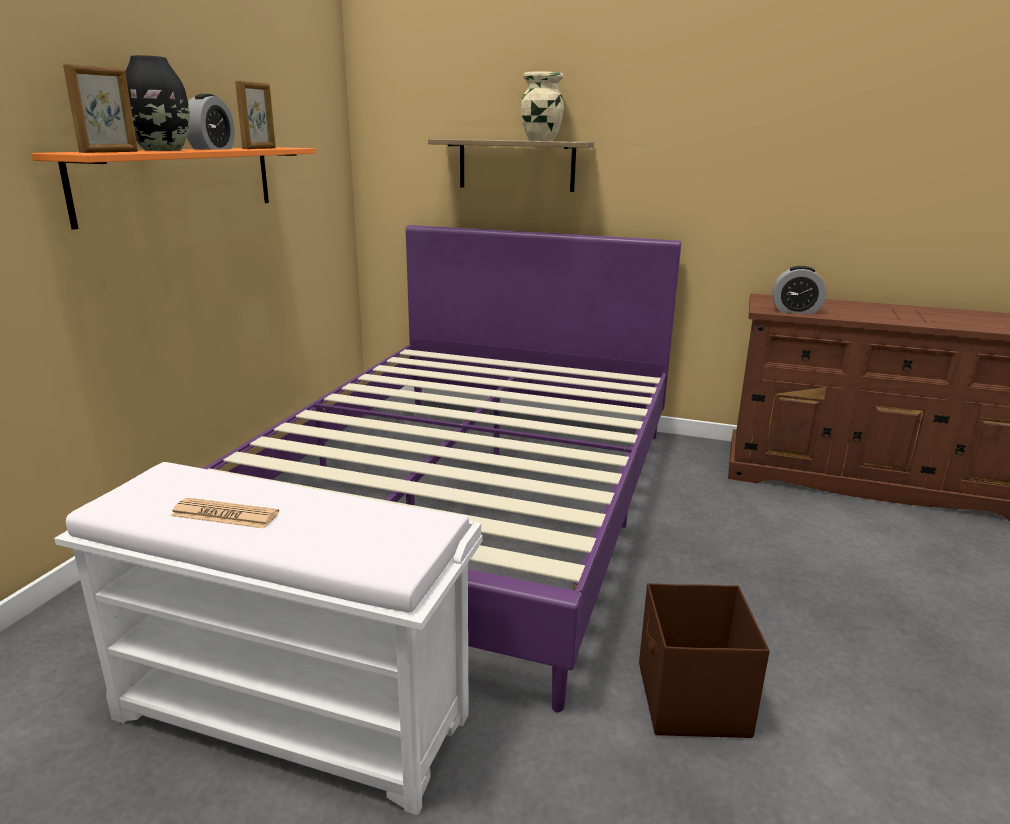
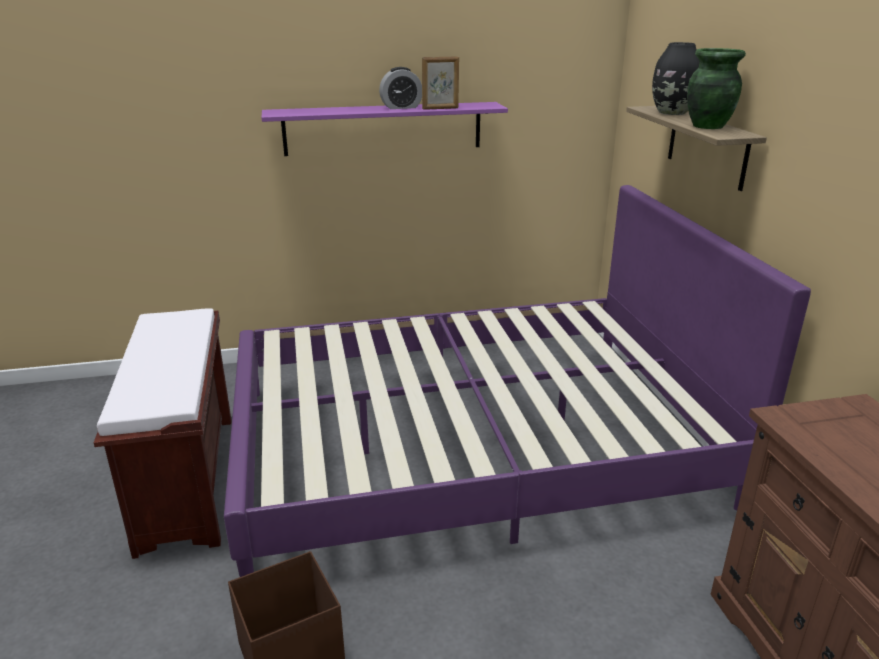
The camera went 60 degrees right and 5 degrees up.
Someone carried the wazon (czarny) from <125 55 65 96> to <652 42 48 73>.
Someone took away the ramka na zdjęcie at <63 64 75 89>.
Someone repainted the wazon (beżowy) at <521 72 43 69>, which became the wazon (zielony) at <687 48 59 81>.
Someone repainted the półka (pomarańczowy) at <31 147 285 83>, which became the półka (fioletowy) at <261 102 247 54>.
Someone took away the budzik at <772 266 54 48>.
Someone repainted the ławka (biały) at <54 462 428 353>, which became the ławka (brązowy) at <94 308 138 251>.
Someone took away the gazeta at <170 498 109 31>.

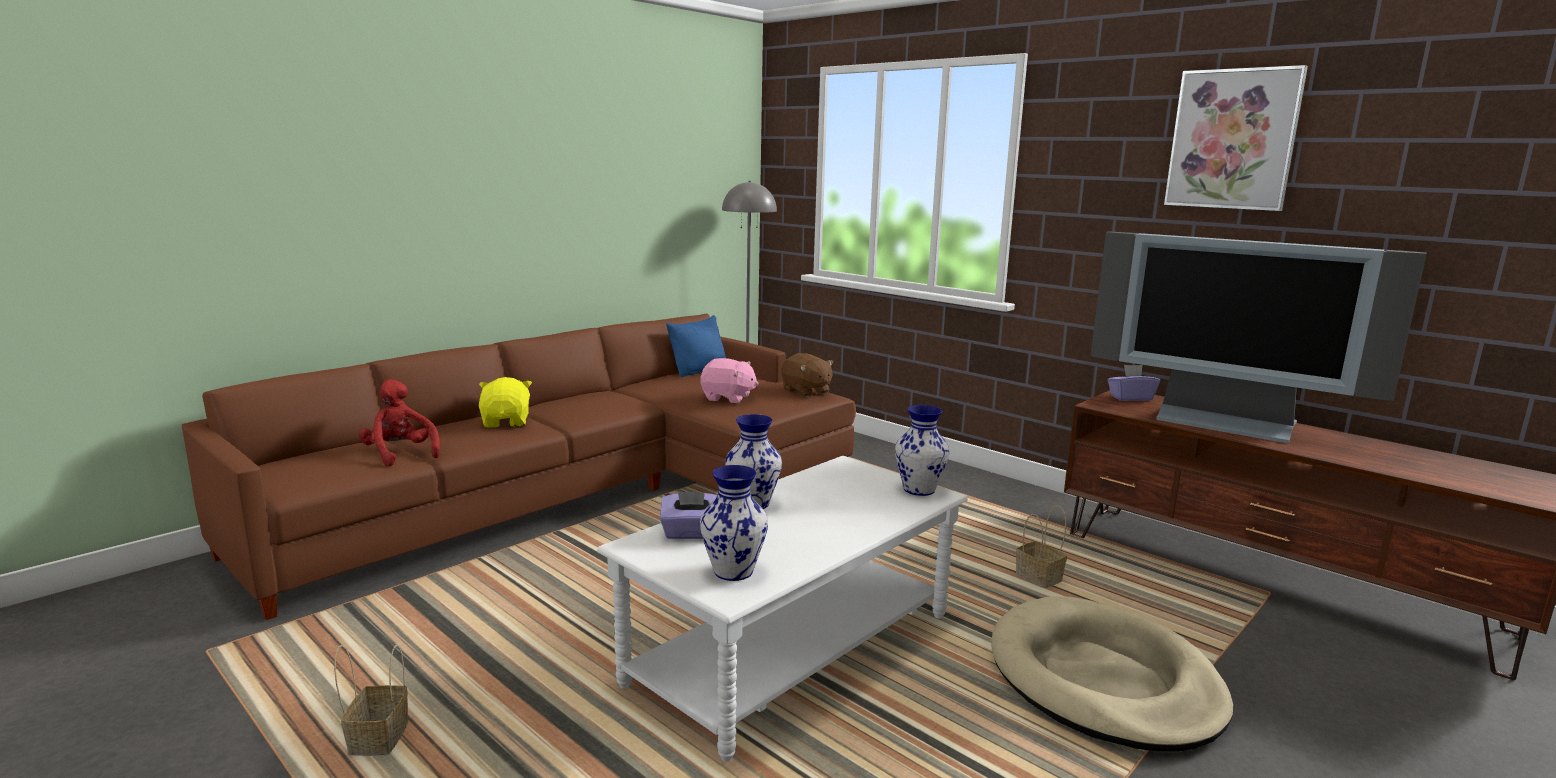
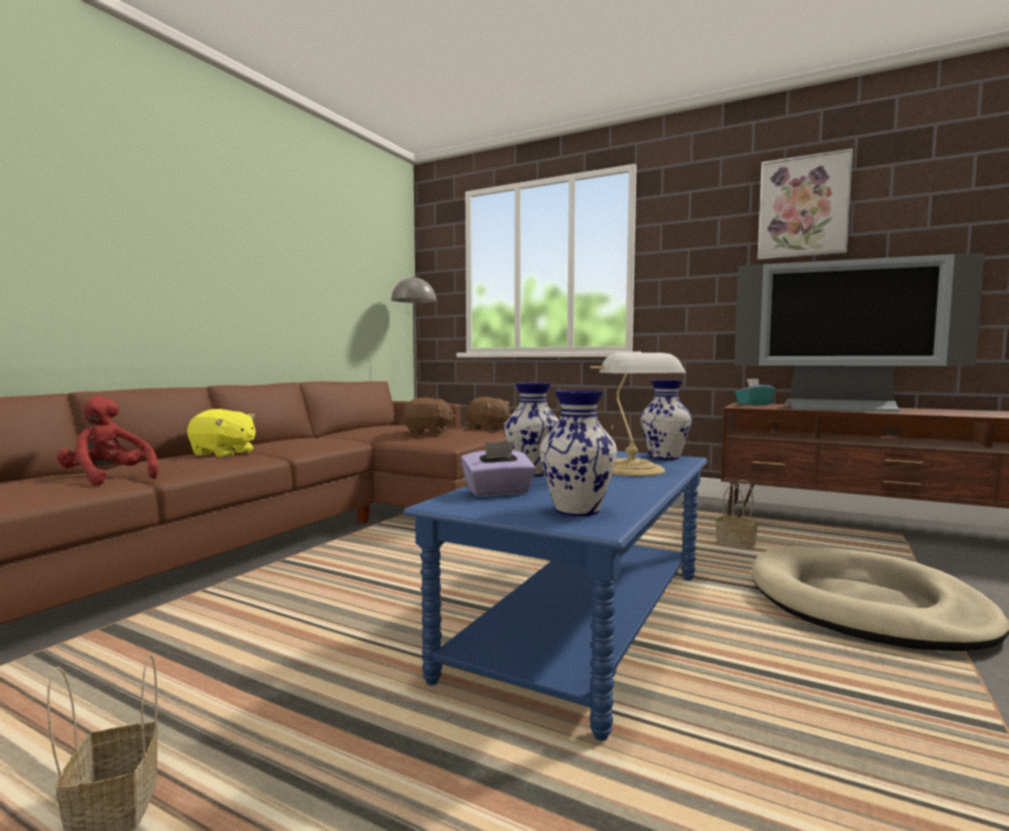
The camera went 15 degrees left and 10 degrees down.
Someone took away the poduszka (niebieski) at <666 315 60 62>.
Someone repainted the pluszak (różowy) at <700 358 59 45>, which became the pluszak (brązowy) at <403 398 53 37>.
Someone repainted the pudełko chusteczek (fioletowy) at <1108 365 52 36>, which became the pudełko chusteczek (turkusowy) at <735 378 40 27>.
Someone rotated the pluszak (żółty) at <479 377 53 50> by 135 degrees clockwise.
Someone repainted the ława (biały) at <597 456 371 306>, which became the ława (niebieski) at <403 451 305 290>.
Someone put down the lampa stołowa at <590 353 96 123>.

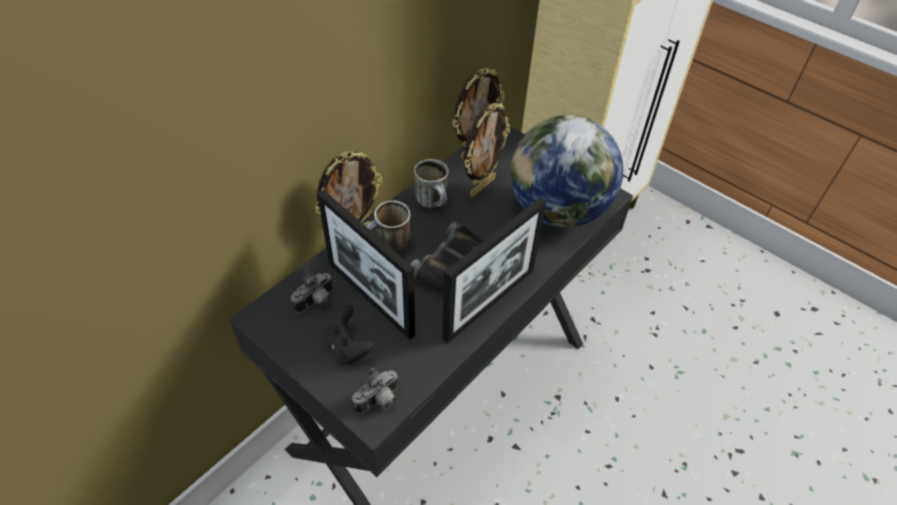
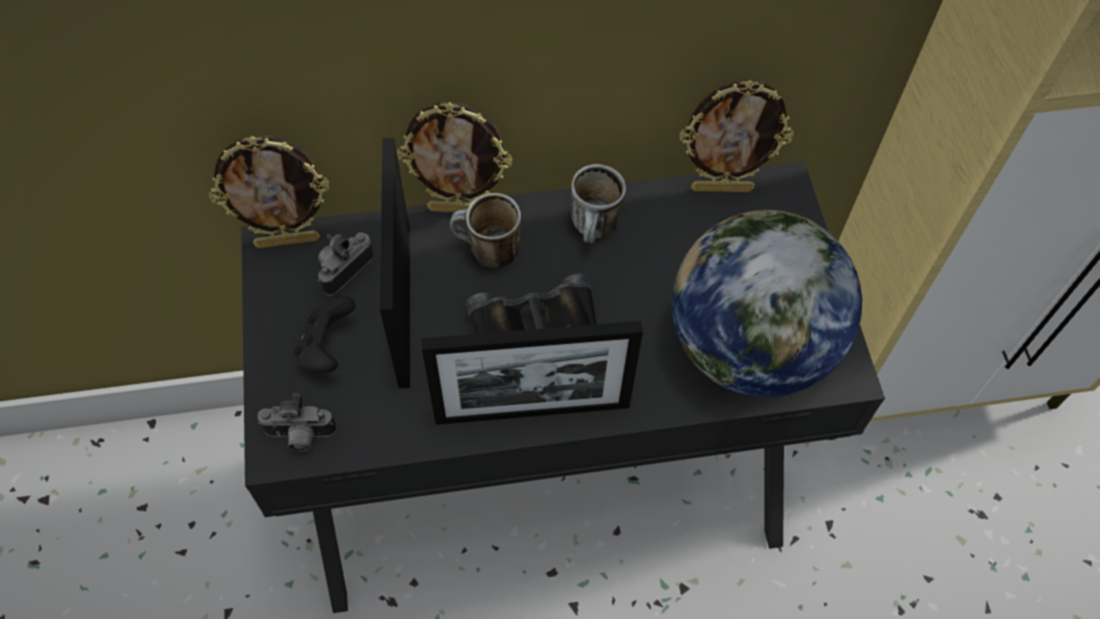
The camera went 40 degrees right and 10 degrees up.
Someone carried the ramka na zdjęcie from <464 103 46 94> to <209 135 120 113>.
Someone rotated the aparat fotograficzny at <291 269 42 44> by 135 degrees clockwise.

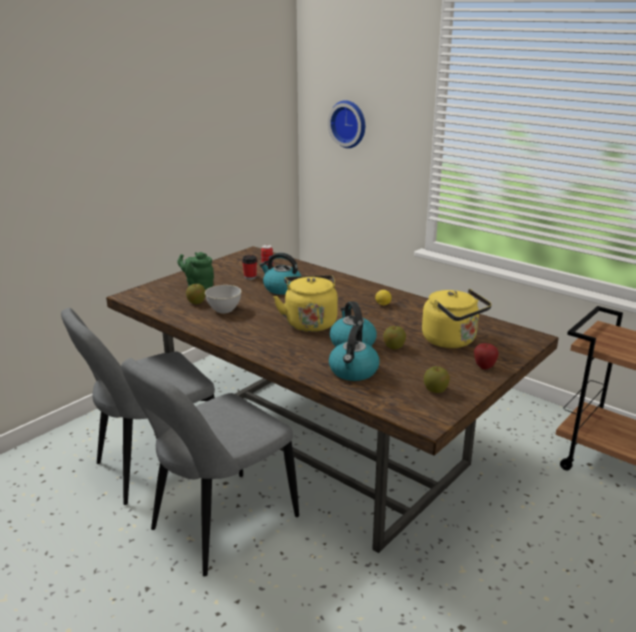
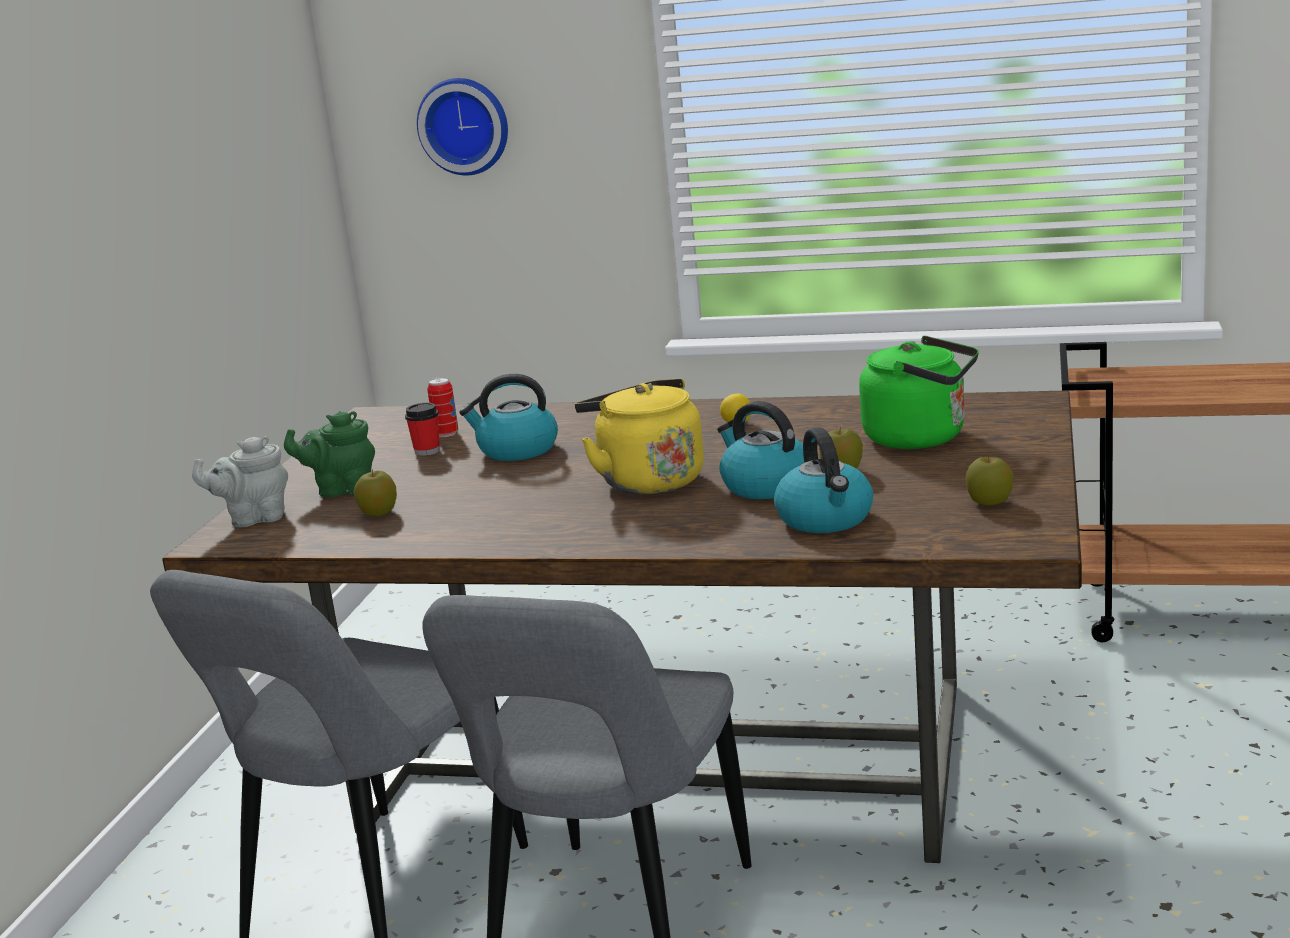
The camera went 25 degrees left and 5 degrees down.
Someone took away the miska (szary) at <205 285 36 28>.
Someone repainted the czajnik (żółty) at <422 289 70 59>, which became the czajnik (zielony) at <859 336 120 113>.
Someone took away the jabłko at <474 343 25 26>.
Someone put down the imbryk (szary) at <192 436 96 91>.

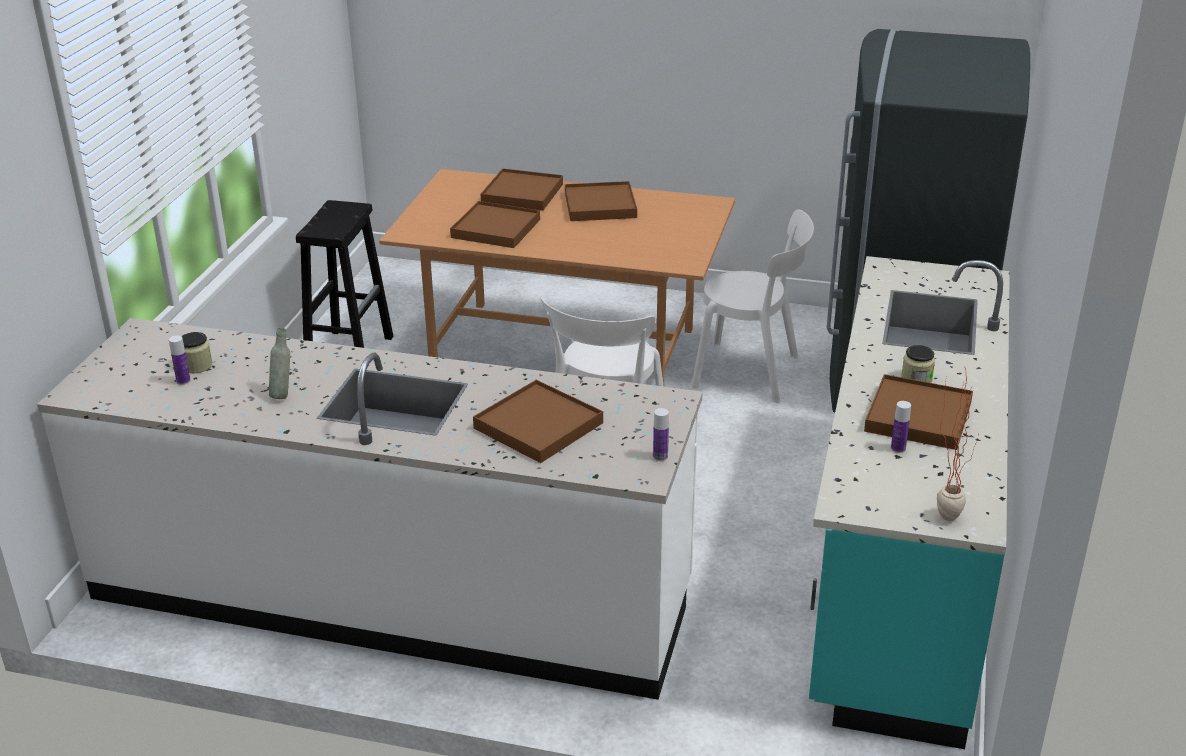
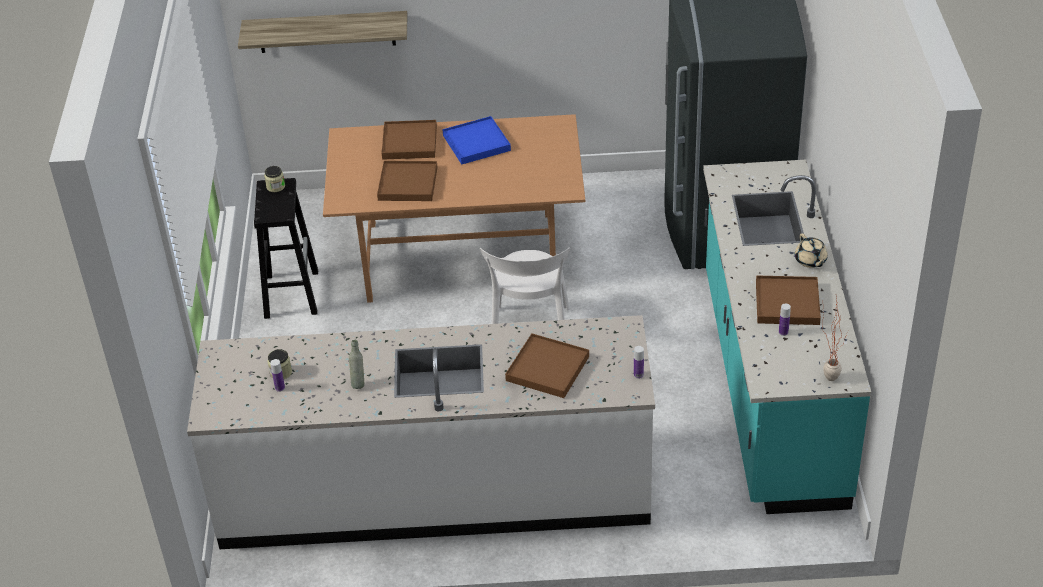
The camera went 15 degrees left and 10 degrees up.
Someone repainted the taca (brązowy) at <565 181 72 40>, which became the taca (niebieski) at <442 116 69 49>.
Someone took away the krzesło (biały) at <691 209 123 194>.
Someone carried the słoik from <901 345 34 38> to <264 166 21 26>.
Someone put up the półka at <238 11 170 42>.
Someone put down the imbryk (beżowy) at <795 233 33 35>.

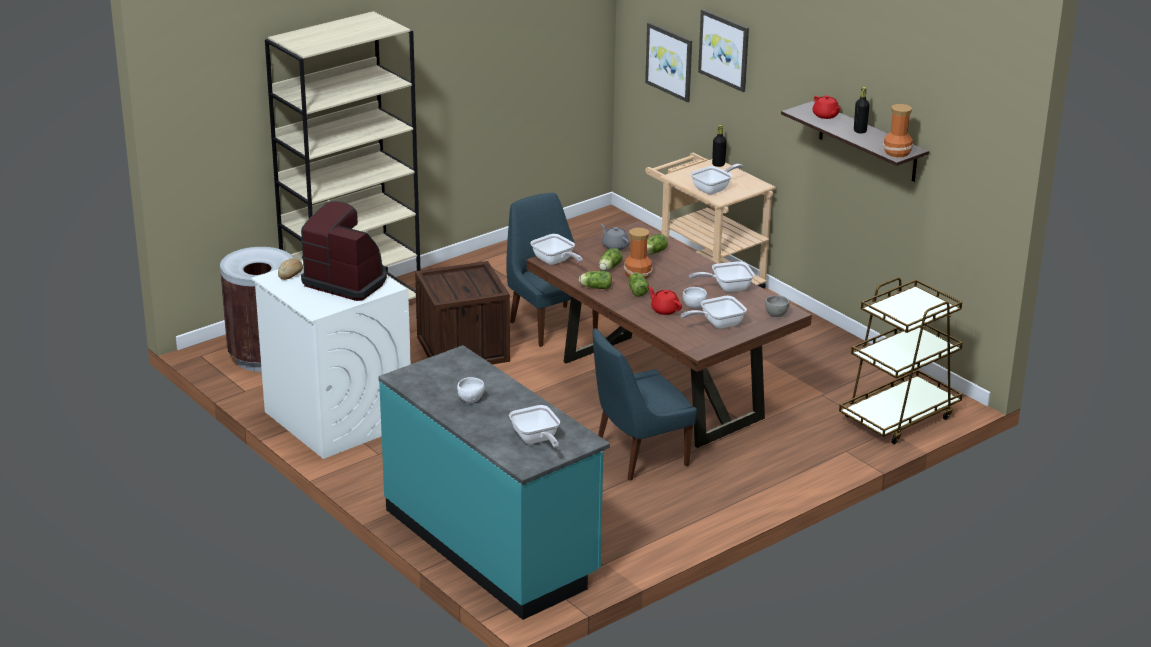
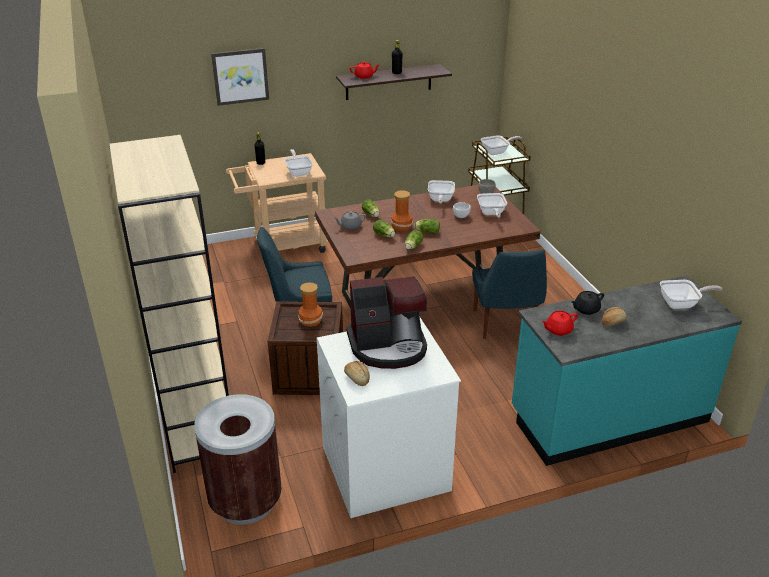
The camera went 70 degrees left and 5 degrees up.
Someone took away the obraz at <645 22 47 80>.
Someone carried the wazon from <883 104 30 53> to <298 282 25 45>.
Someone rotated the ekspres do kawy at <301 201 86 100> by 150 degrees counterclockwise.
Someone carried the patelnia from <530 234 52 31> to <481 135 41 20>.
Someone carried the imbryk (czerwony) from <648 286 34 29> to <542 311 36 25>.
Someone swapped the miska (biały) at <457 377 28 26> for the chleb at <602 307 25 19>.
Someone put down the imbryk (czarny) at <571 291 33 24>.

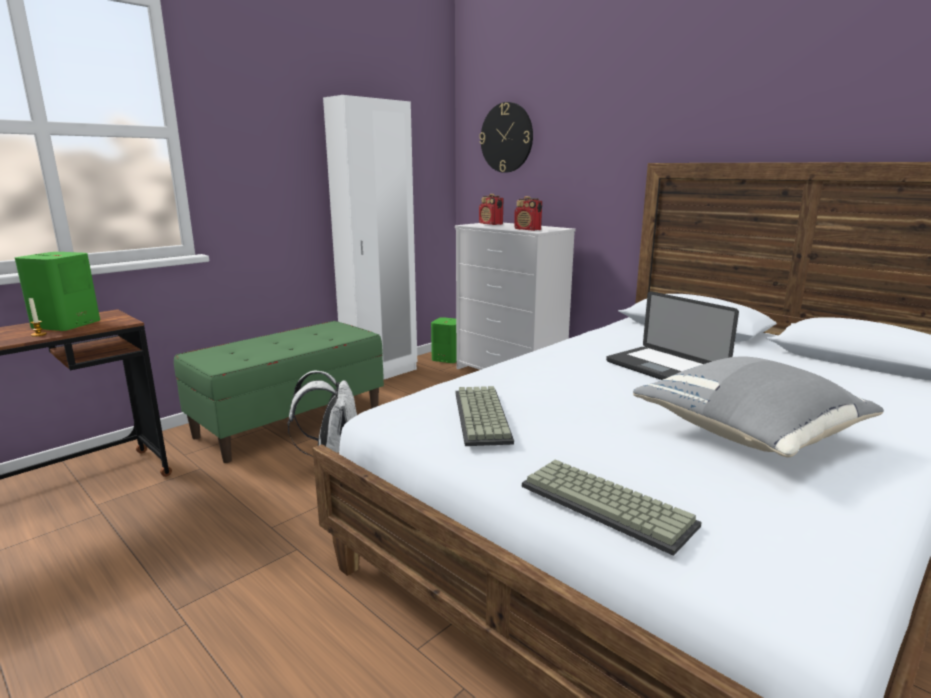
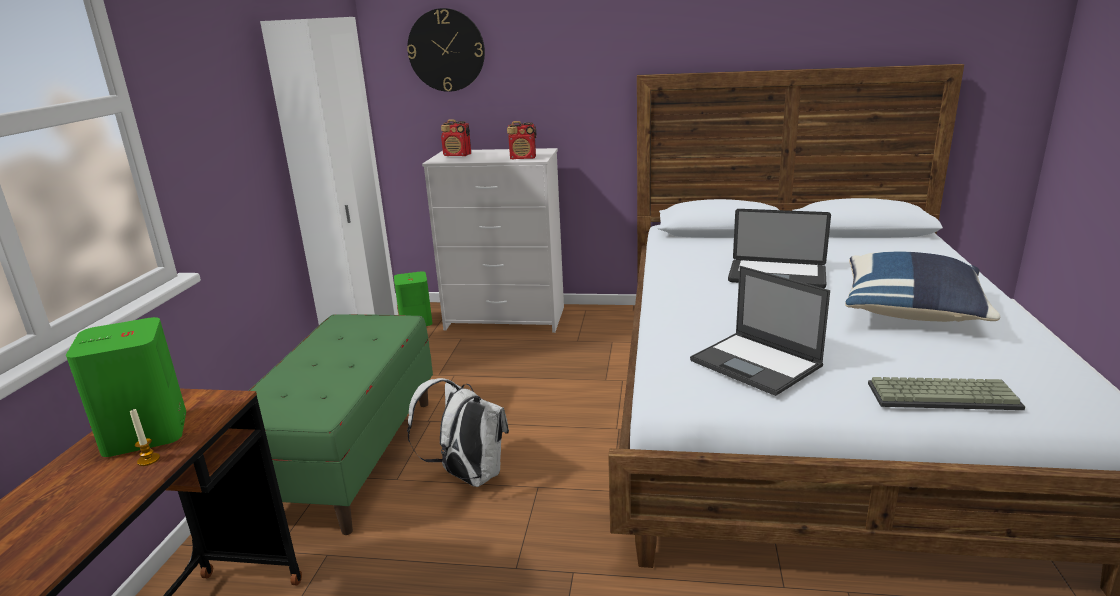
The camera went 35 degrees left and 5 degrees up.
Someone repainted the poduszka (szary) at <633 356 251 101>, which became the poduszka (niebieski) at <845 252 155 70>.
Someone swapped the klawiatura at <456 386 58 60> for the laptop at <690 266 140 130>.

